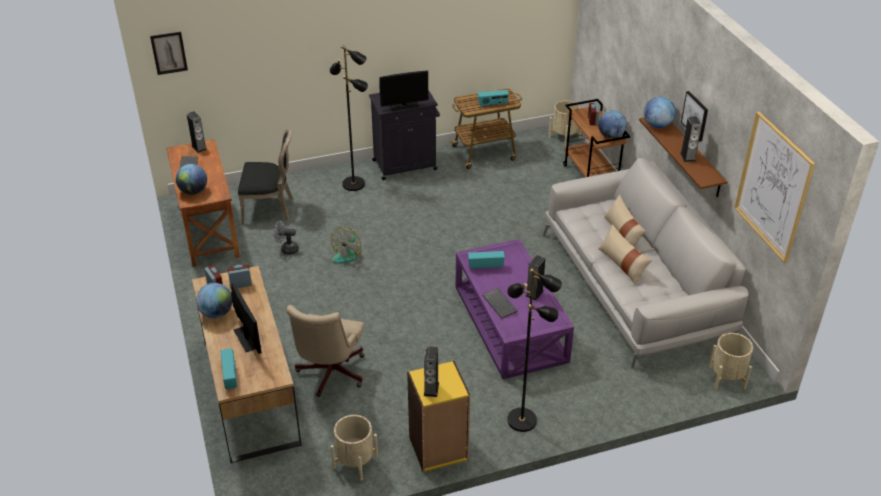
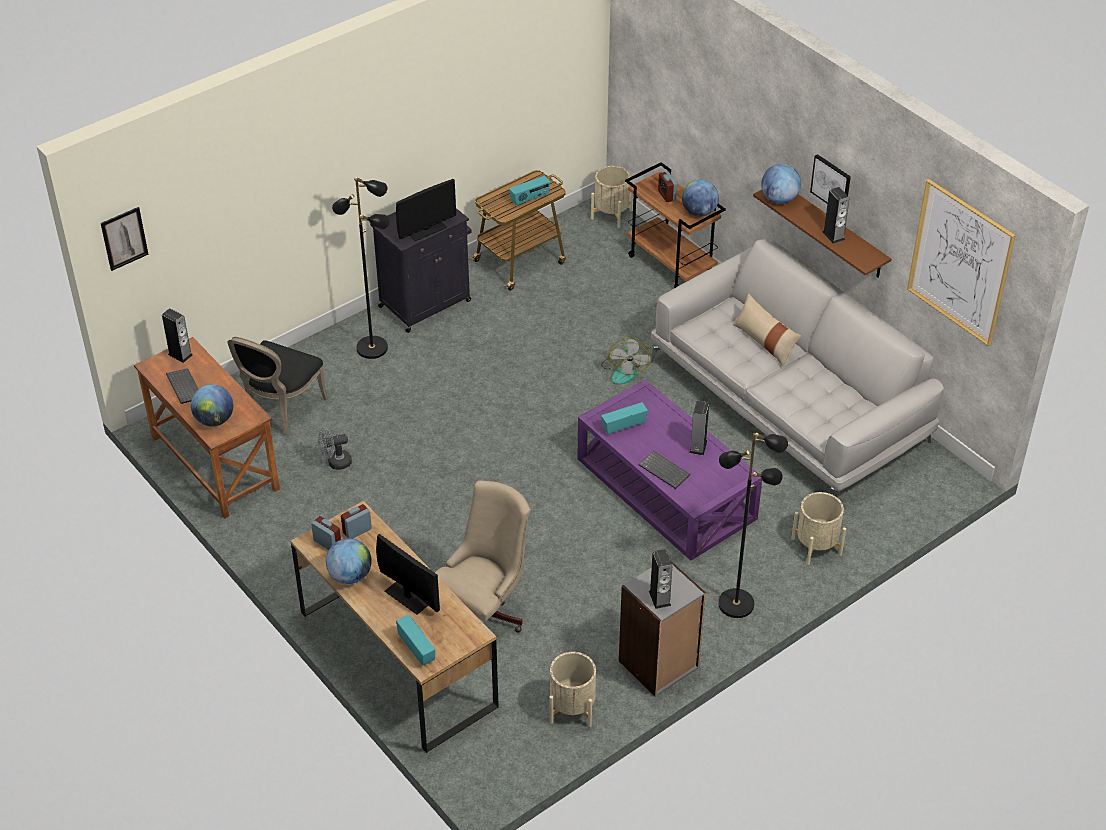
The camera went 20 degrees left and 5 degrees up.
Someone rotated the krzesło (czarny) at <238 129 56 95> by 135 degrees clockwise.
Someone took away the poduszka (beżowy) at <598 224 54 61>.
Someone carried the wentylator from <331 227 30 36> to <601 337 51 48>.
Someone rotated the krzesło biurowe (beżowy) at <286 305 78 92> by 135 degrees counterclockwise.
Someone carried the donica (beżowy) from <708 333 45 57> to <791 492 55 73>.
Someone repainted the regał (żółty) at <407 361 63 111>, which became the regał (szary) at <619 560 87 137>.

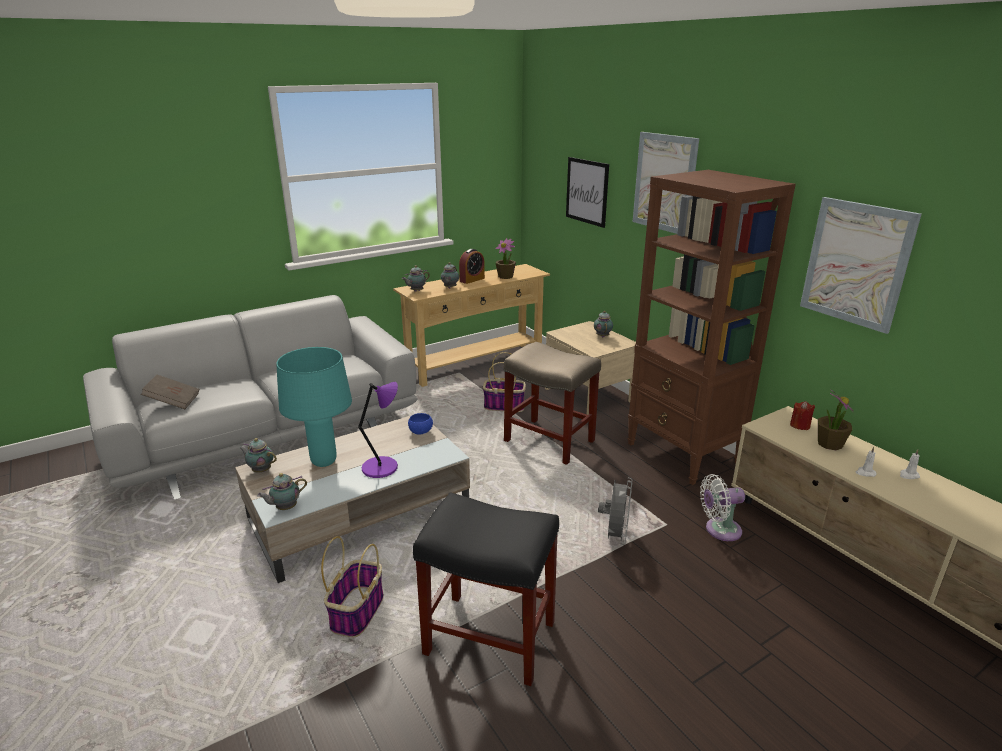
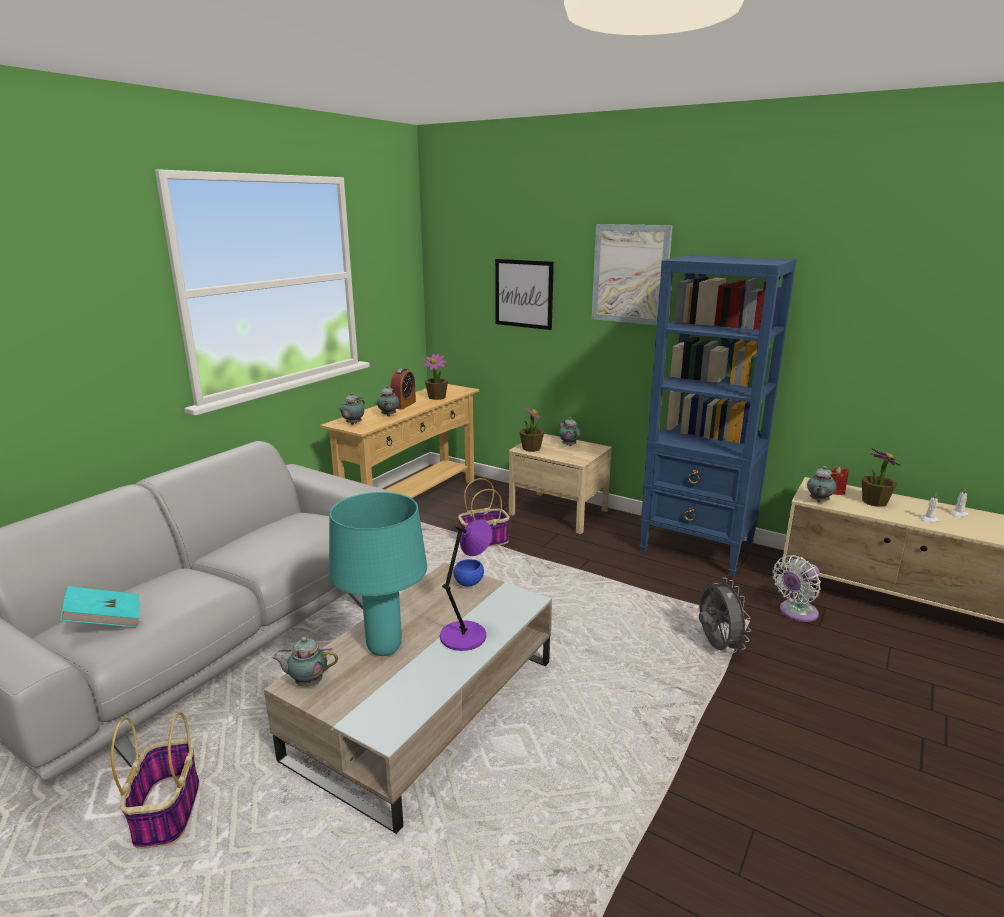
The camera went 25 degrees left and 5 degrees down.
Someone repainted the regał (brązowy) at <627 170 169 315>, which became the regał (niebieski) at <640 255 157 322>.
Someone took away the obraz at <800 197 122 137>.
Someone took away the stołek (beżowy) at <504 342 97 123>.
Someone repainted the książka (brązowy) at <141 375 58 34>, which became the książka (turkusowy) at <60 586 79 41>.
Someone carried the imbryk from <257 473 50 37> to <807 466 29 36>.
Someone took away the stołek (czarny) at <413 492 146 194>.
Someone carried the koszyk from <321 536 63 102> to <111 712 88 137>.
Someone put down the roślina doniczkowa at <519 406 25 46>.

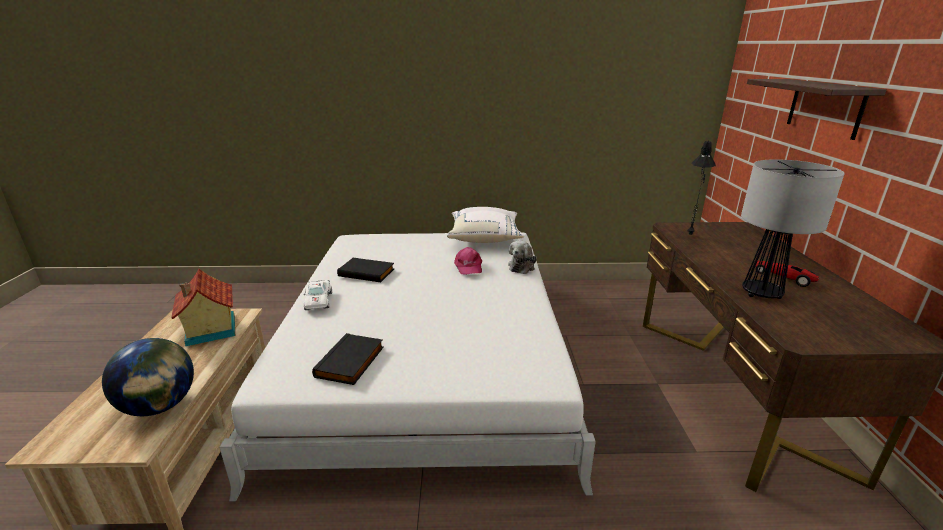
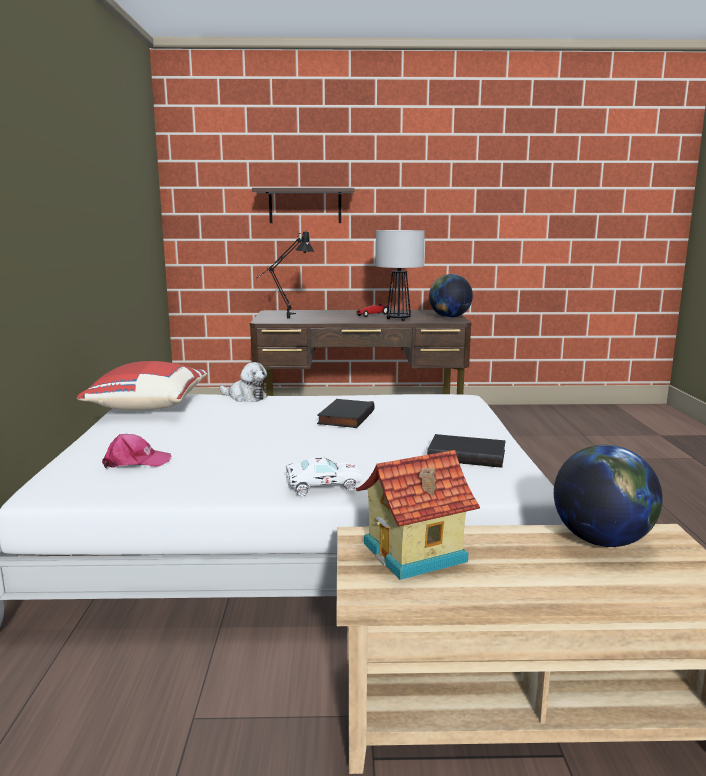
The camera went 90 degrees left and 10 degrees down.
Someone repainted the poduszka (biały) at <447 207 78 36>, which became the poduszka (czerwony) at <77 361 131 49>.
Someone carried the czapka z daszkiem (różowy) from <454 247 28 28> to <102 434 69 35>.
Someone carried the książka (czarny) from <337 258 57 24> to <317 399 58 29>.
Someone put down the globus at <429 274 44 44>.

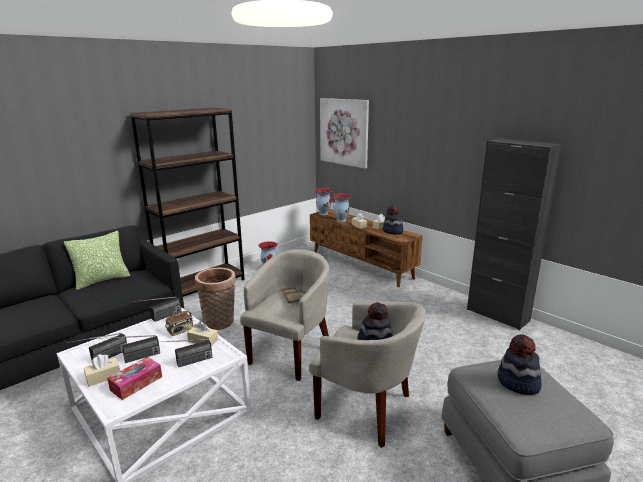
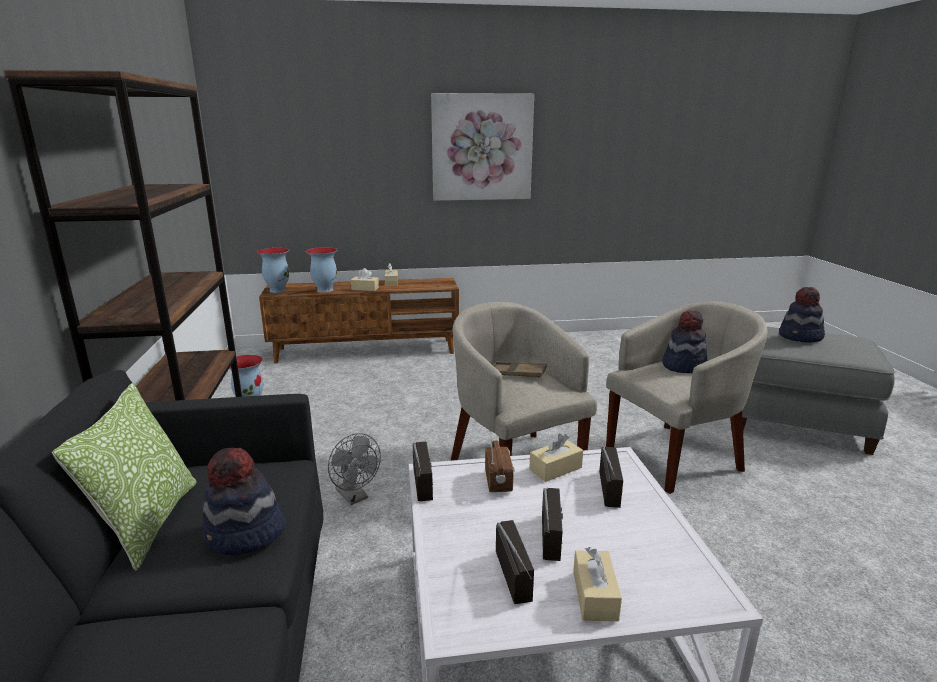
The camera went 55 degrees left and 0 degrees up.
Someone carried the obraz from <320 98 49 70> to <431 93 103 108>.
Someone took away the szafka (czarny) at <467 138 95 192>.
Someone carried the kapelusz from <383 205 20 29> to <202 447 84 108>.
Someone swapped the koszyk at <195 268 41 62> for the wentylator (szary) at <328 433 53 72>.
Someone took away the pudełko chusteczek at <107 357 55 43>.

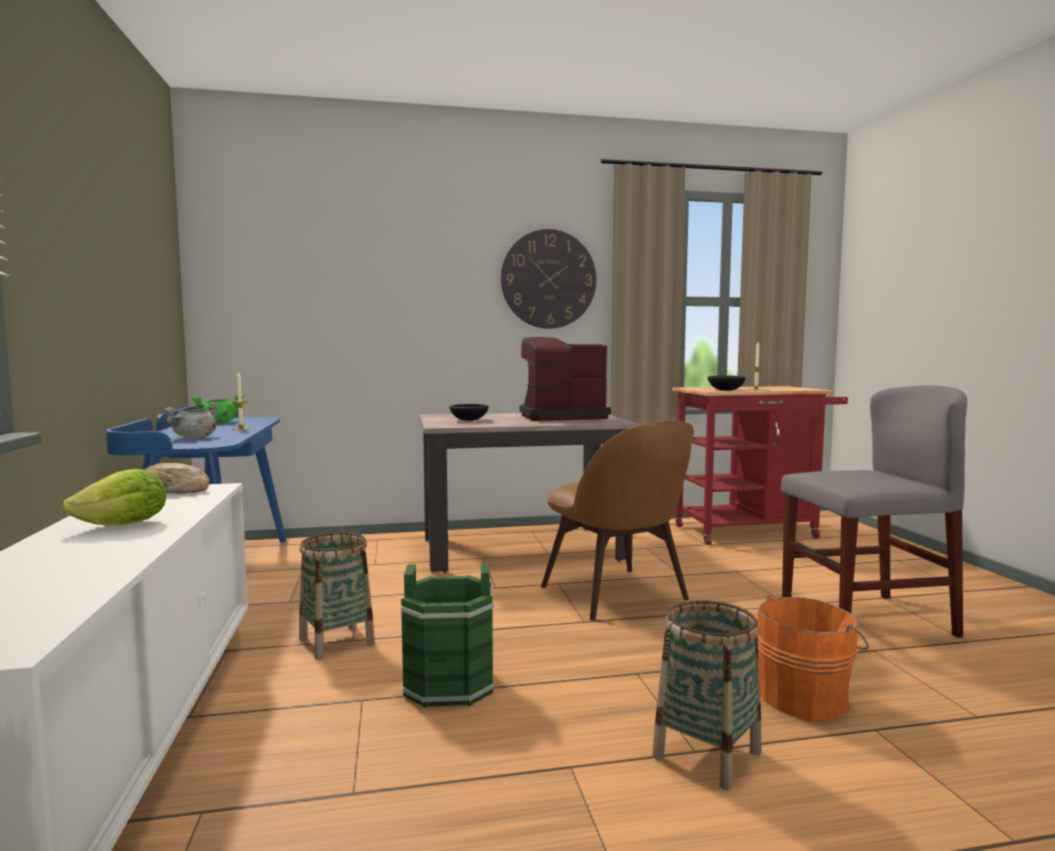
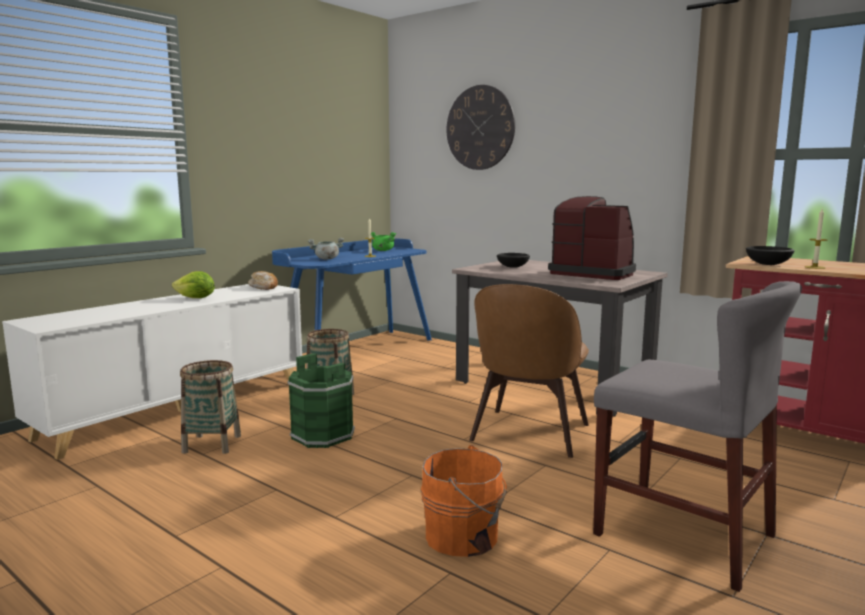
The camera went 50 degrees right and 5 degrees up.
Someone carried the zegar ścienny from <501 229 95 100> to <447 85 68 85>.
Someone carried the koszyk from <652 600 110 190> to <180 360 61 94>.

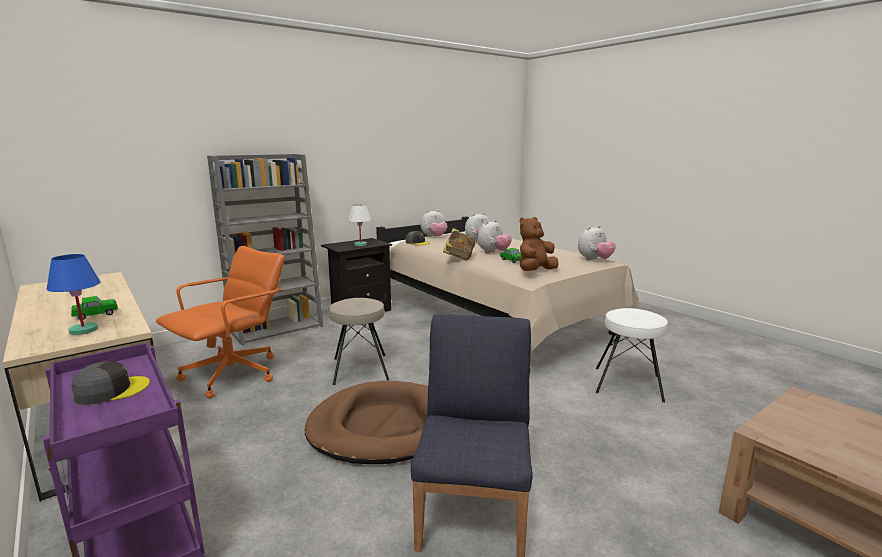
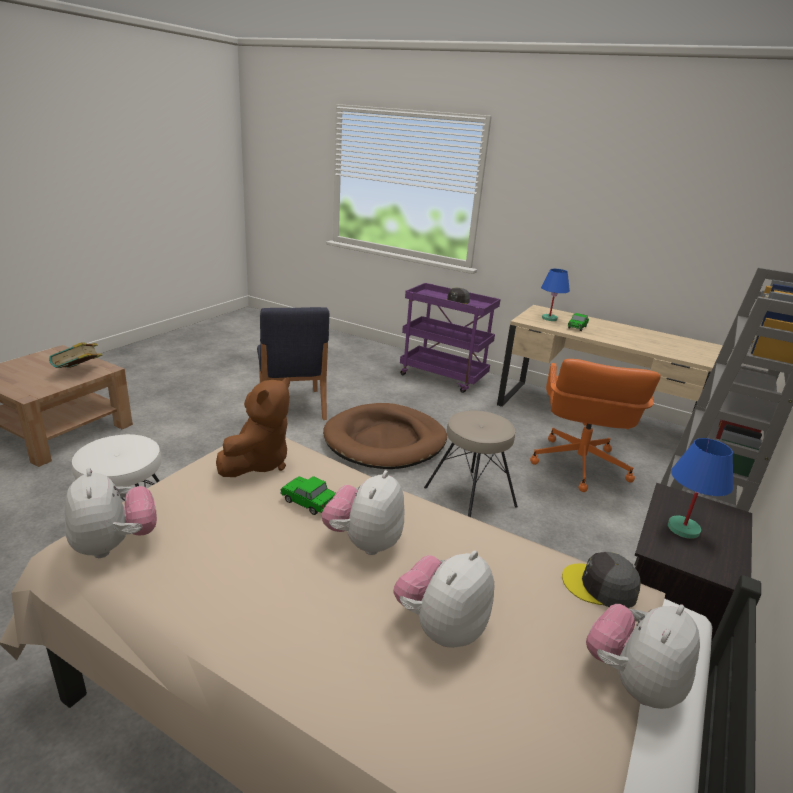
The camera went 155 degrees right and 10 degrees up.
Someone repainted the lampa stołowa (biały) at <348 204 23 42>, which became the lampa stołowa (niebieski) at <668 438 65 101>.
Someone rotated the pluszak at <578 225 38 35> by 120 degrees clockwise.
Someone carried the książka from <443 228 32 32> to <49 342 53 26>.

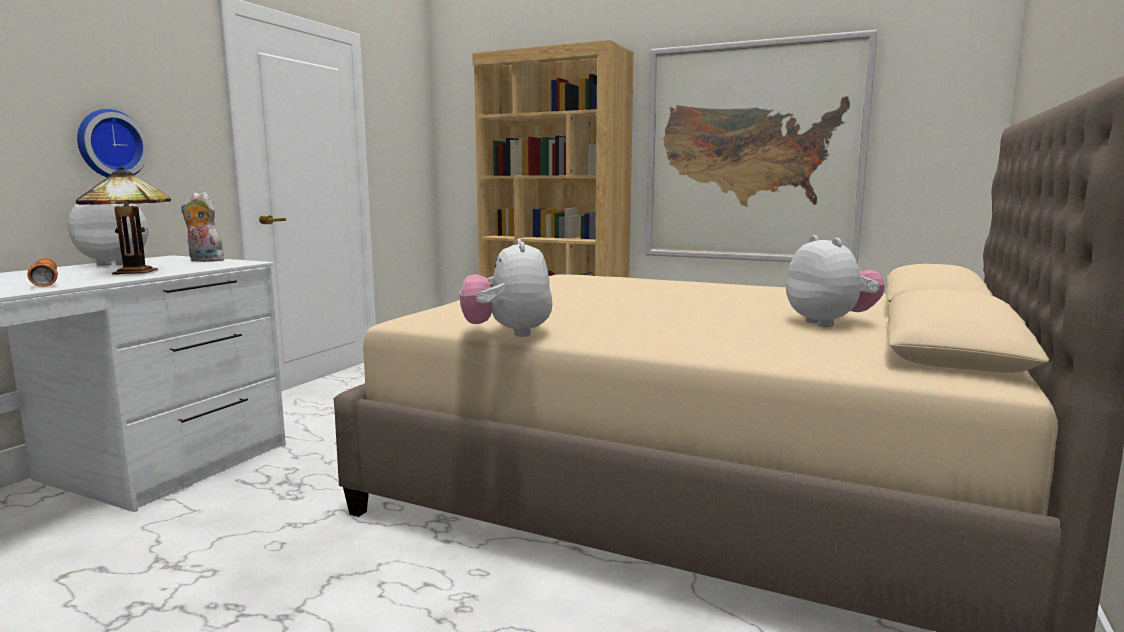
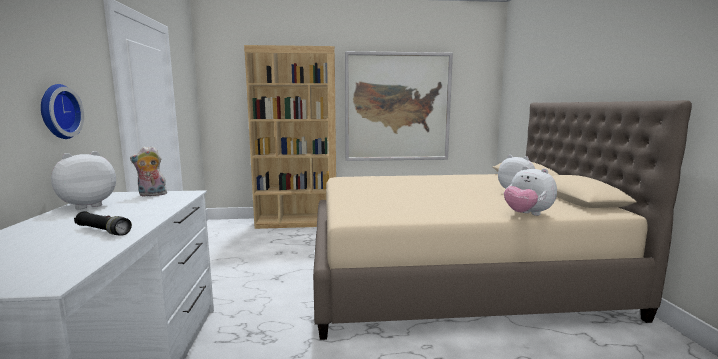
The camera went 30 degrees left and 0 degrees up.
Someone took away the lampa stołowa at <76 166 95 109>.
Someone carried the pluszak from <460 239 92 98> to <504 166 53 50>.
Someone repainted the latarka (pomarańczowy) at <27 258 31 29>, which became the latarka (czarny) at <74 211 58 24>.

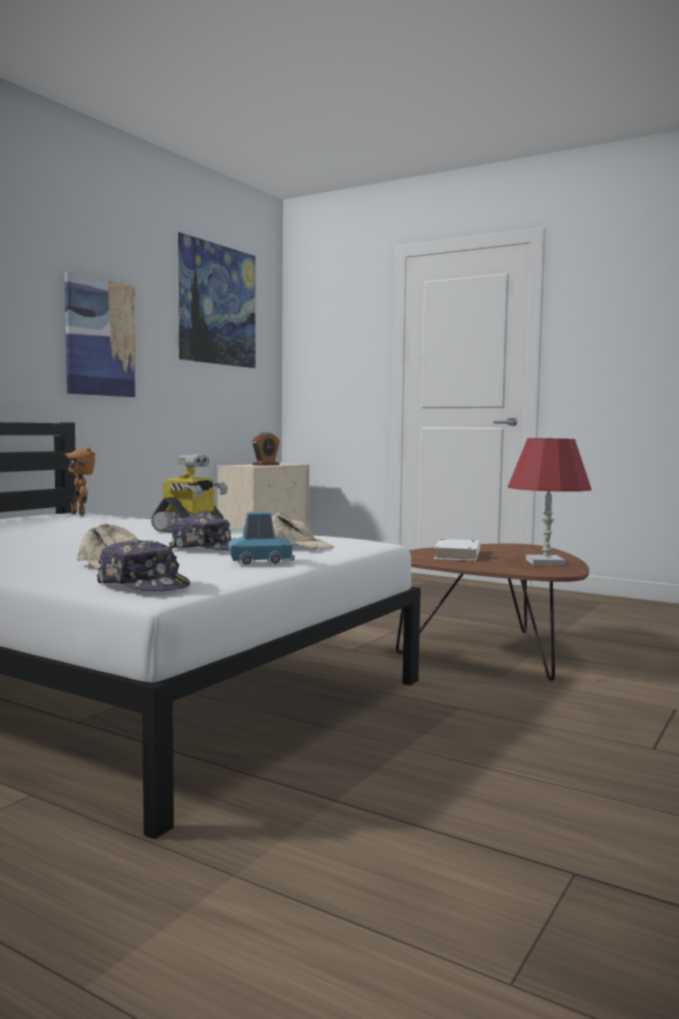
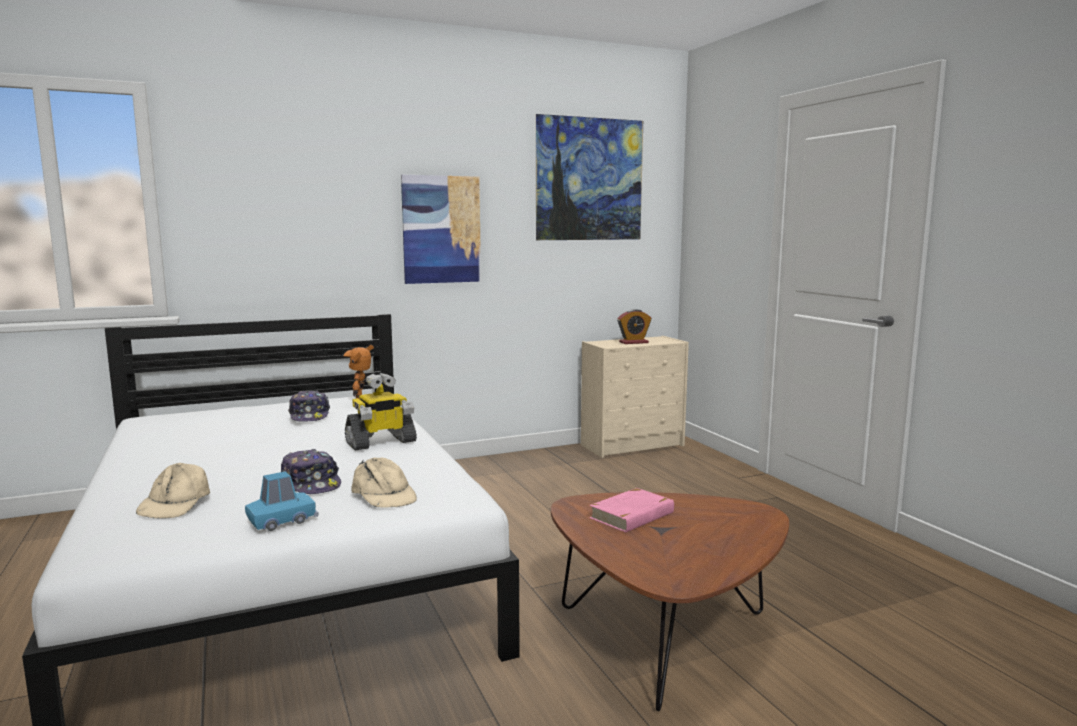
The camera went 35 degrees right and 5 degrees up.
Someone took away the lampa stołowa (czerwony) at <508 438 83 127>.
Someone rotated the samochodzik (niebieski) at <229 512 66 53> by 60 degrees counterclockwise.
Someone carried the czapka z daszkiem from <96 539 94 52> to <288 391 42 31>.
Someone repainted the książka (biały) at <434 539 46 22>, which became the książka (różowy) at <589 488 85 45>.

